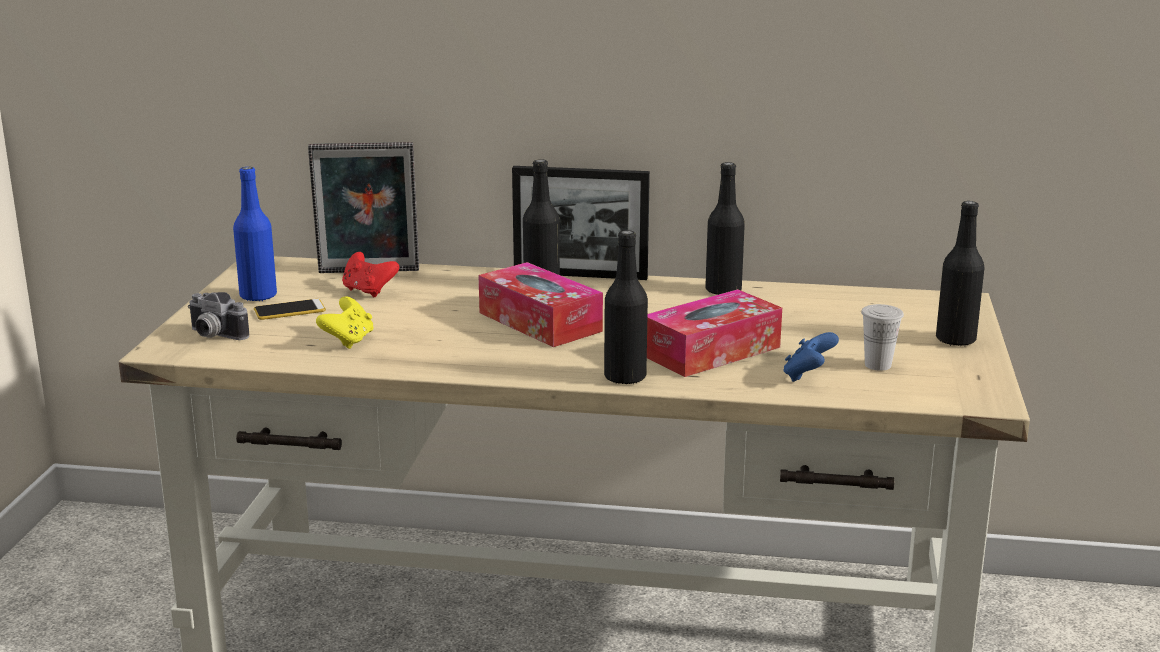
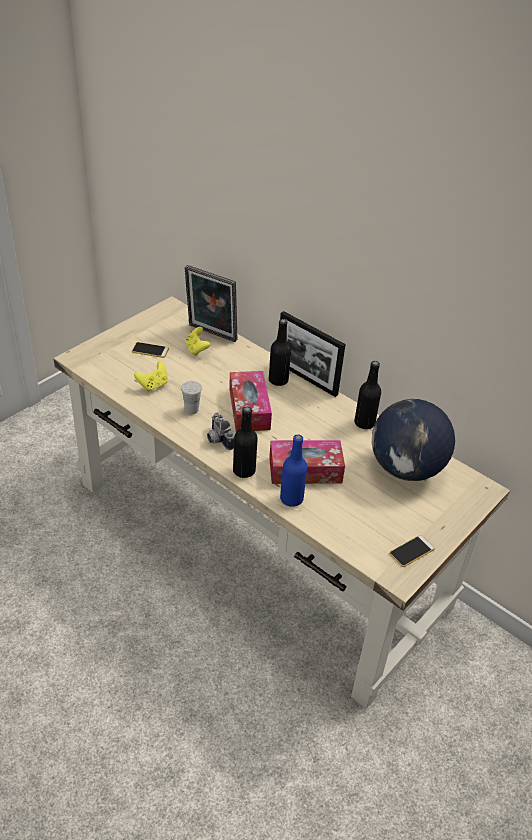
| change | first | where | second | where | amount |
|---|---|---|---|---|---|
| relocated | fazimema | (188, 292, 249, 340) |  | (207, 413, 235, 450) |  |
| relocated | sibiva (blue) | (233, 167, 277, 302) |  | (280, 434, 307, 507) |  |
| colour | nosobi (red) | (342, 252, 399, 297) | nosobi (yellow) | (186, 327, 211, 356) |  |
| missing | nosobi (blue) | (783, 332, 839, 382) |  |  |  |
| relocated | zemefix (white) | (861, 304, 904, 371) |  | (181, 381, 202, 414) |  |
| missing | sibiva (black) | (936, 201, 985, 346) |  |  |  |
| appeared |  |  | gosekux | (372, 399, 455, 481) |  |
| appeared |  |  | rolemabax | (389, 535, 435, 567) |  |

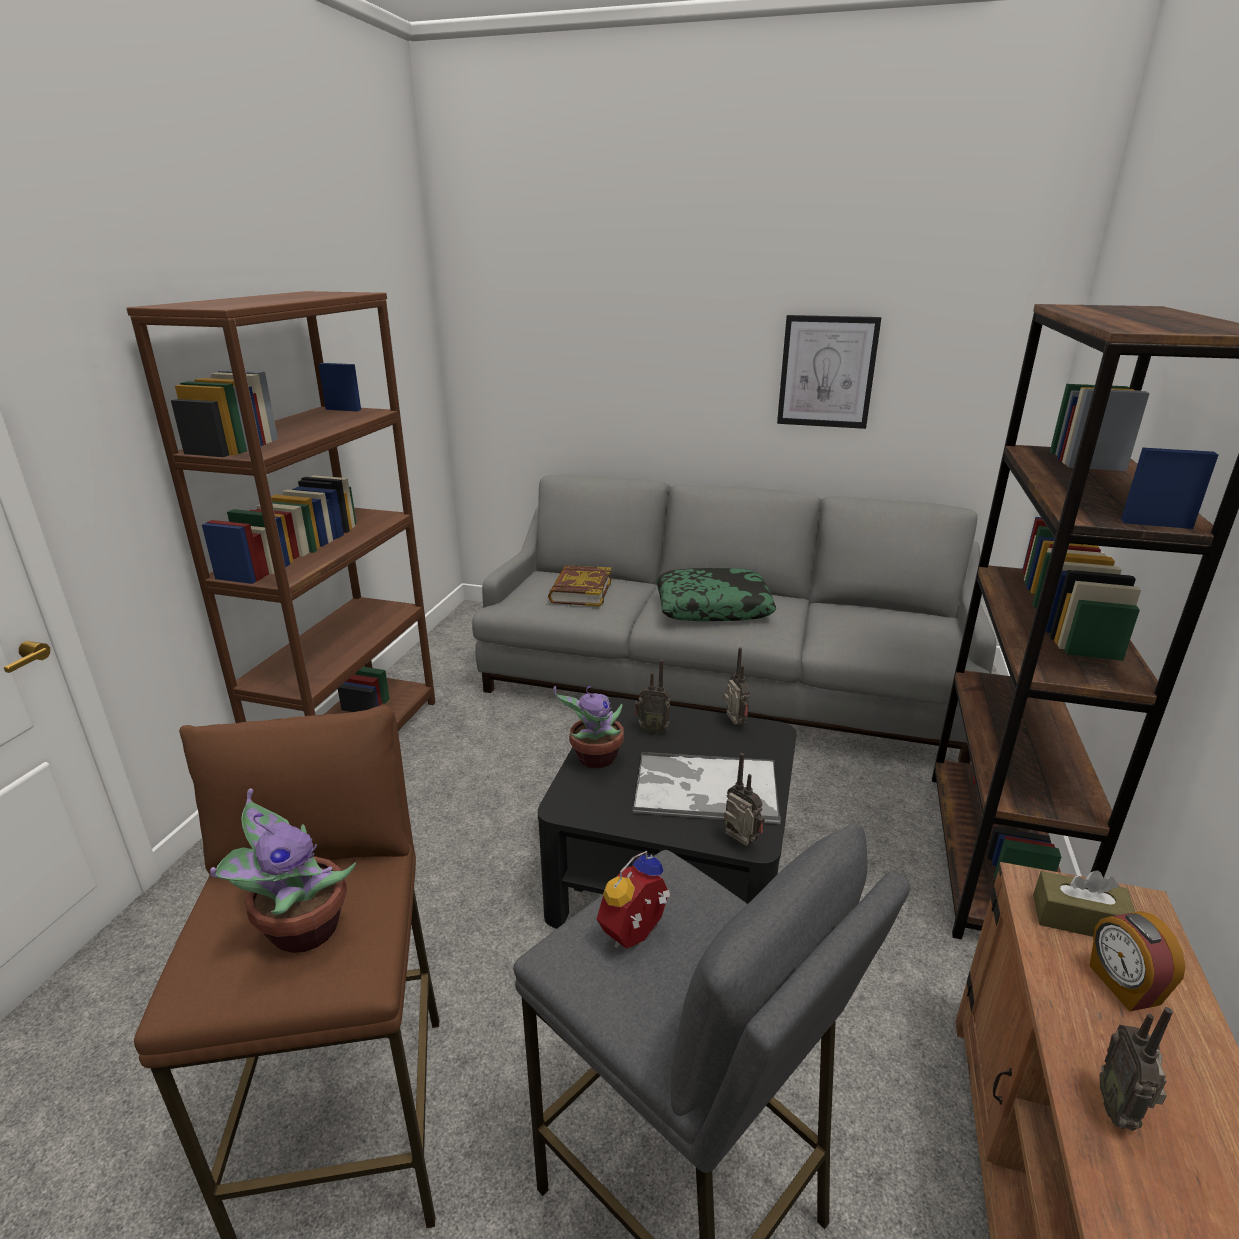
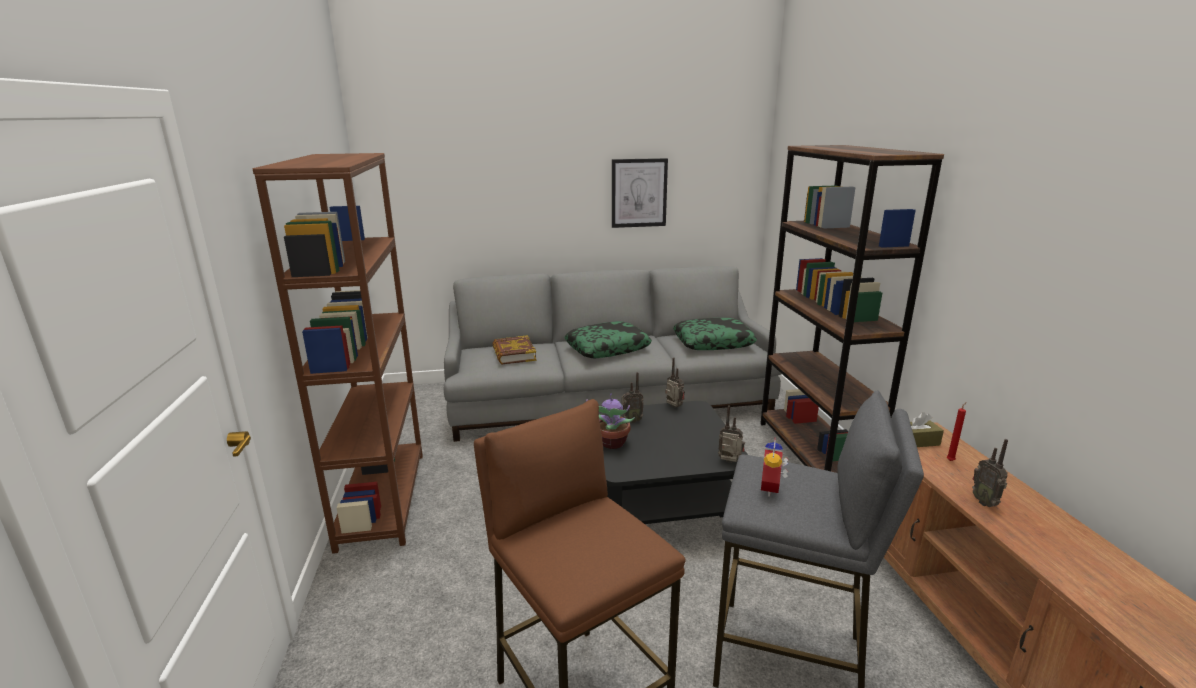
| change | first | where | second | where | amount |
|---|---|---|---|---|---|
| missing | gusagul | (210, 788, 356, 953) |  |  |  |
| missing | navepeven | (633, 752, 781, 824) |  |  |  |
| exchanged | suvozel | (1089, 911, 1186, 1011) | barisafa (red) | (947, 402, 966, 461) |  |
| appeared |  |  | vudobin | (673, 318, 757, 350) |  |

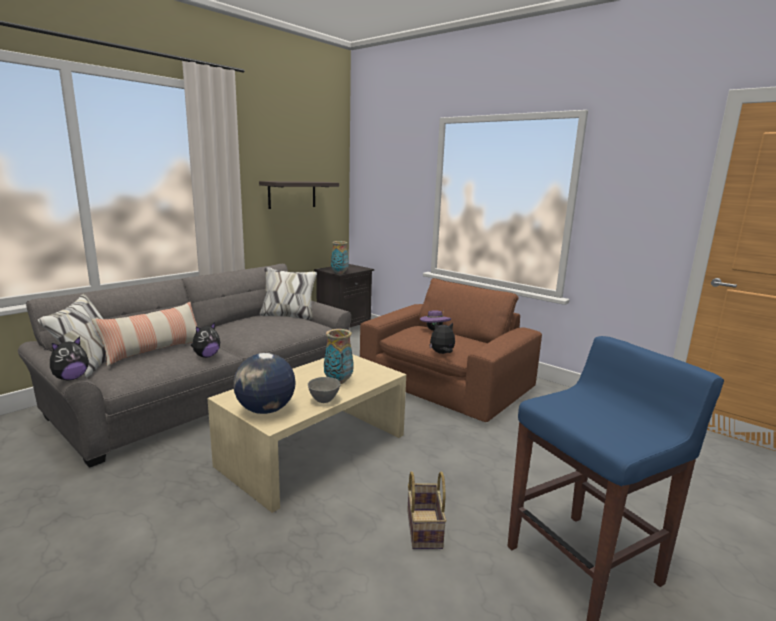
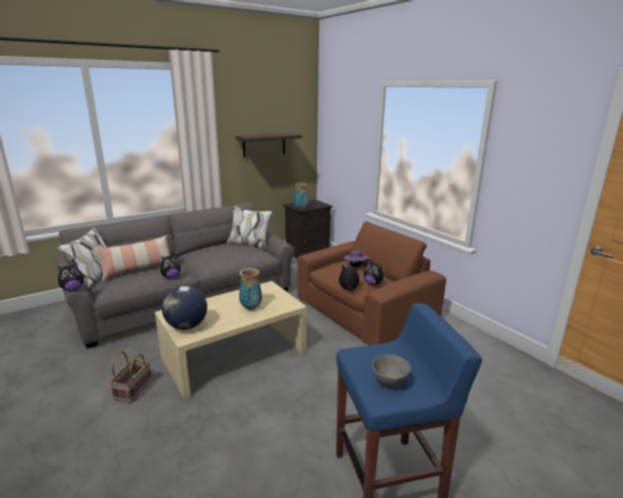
| change | first | where | second | where | amount |
|---|---|---|---|---|---|
| relocated | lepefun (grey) | (308, 377, 341, 403) |  | (373, 354, 411, 388) |  |
| relocated | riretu | (407, 472, 447, 549) |  | (109, 351, 152, 403) |  |
| appeared |  |  | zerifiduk | (364, 260, 387, 285) |  |

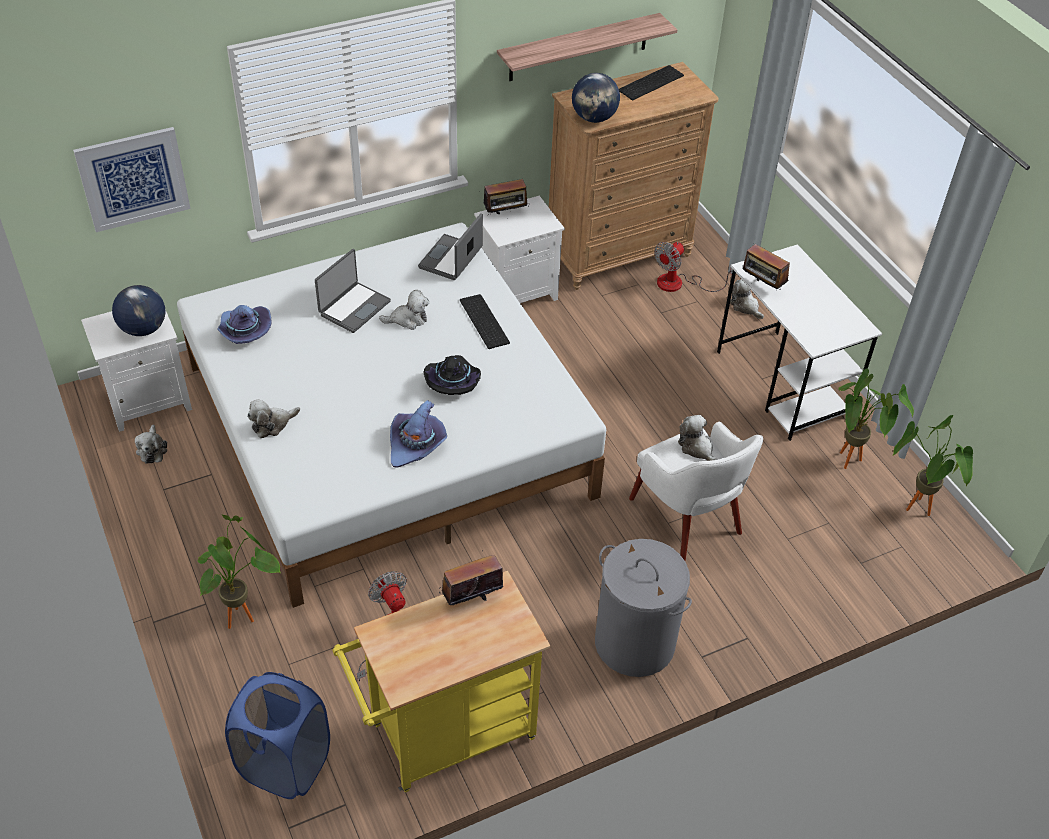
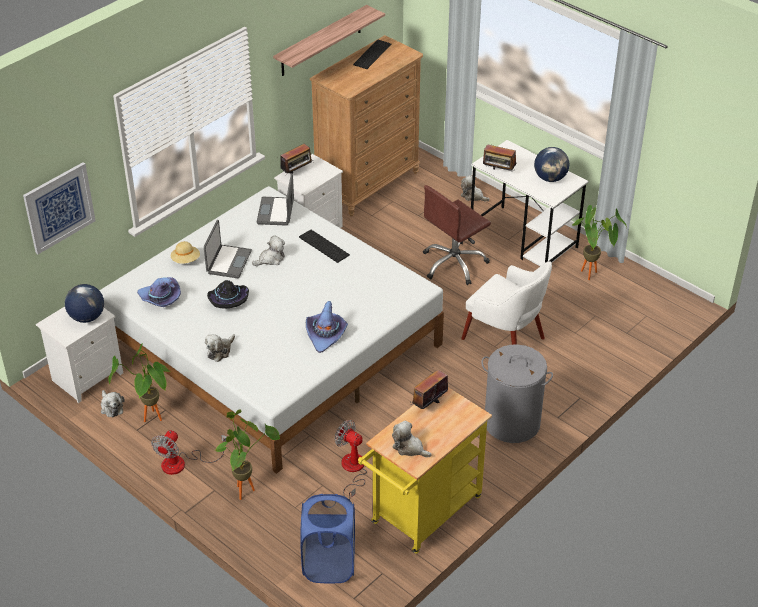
| change | first | where | second | where | amount |
|---|---|---|---|---|---|
| relocated | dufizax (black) | (423, 355, 481, 395) |  | (207, 280, 249, 309) |  |
| relocated | gosekux | (572, 73, 620, 123) |  | (534, 147, 569, 182) |  |
| relocated | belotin | (654, 242, 733, 292) |  | (151, 430, 227, 475) |  |
| relocated | zerifiduk | (678, 415, 717, 461) |  | (392, 421, 432, 457) |  |
| relocated | gusagul | (893, 415, 973, 516) |  | (108, 343, 170, 422) |  |
| appeared |  |  | dufizax (beige) | (171, 241, 200, 264) |  |
| appeared |  |  | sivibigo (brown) | (423, 185, 491, 285) |  |

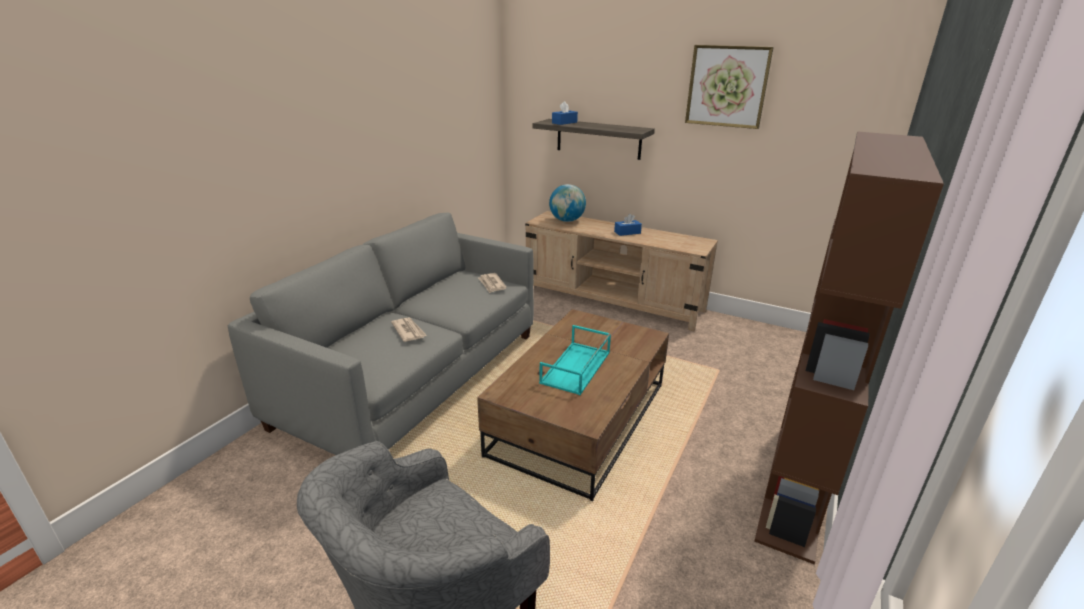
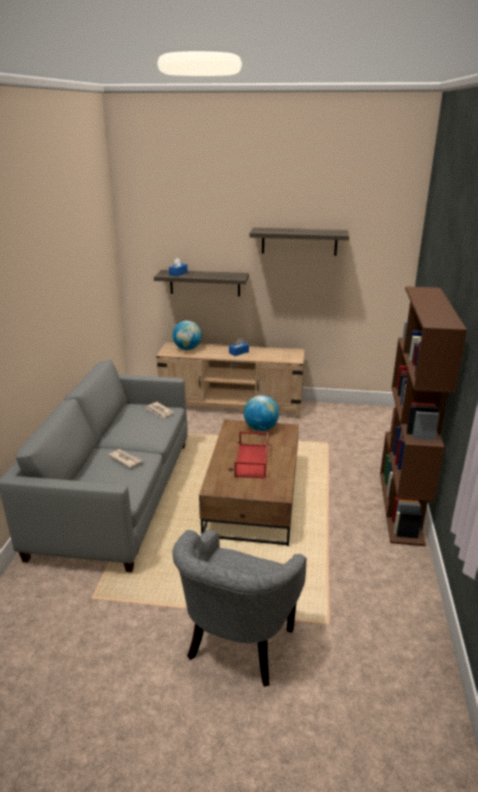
| change | first | where | second | where | amount |
|---|---|---|---|---|---|
| colour | navepeven (turquoise) | (539, 325, 611, 395) | navepeven (red) | (235, 431, 268, 479) |  |
| exchanged | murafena | (685, 45, 774, 129) | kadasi | (249, 228, 349, 256) |  |
| appeared |  |  | gosekux | (244, 395, 279, 431) |  |

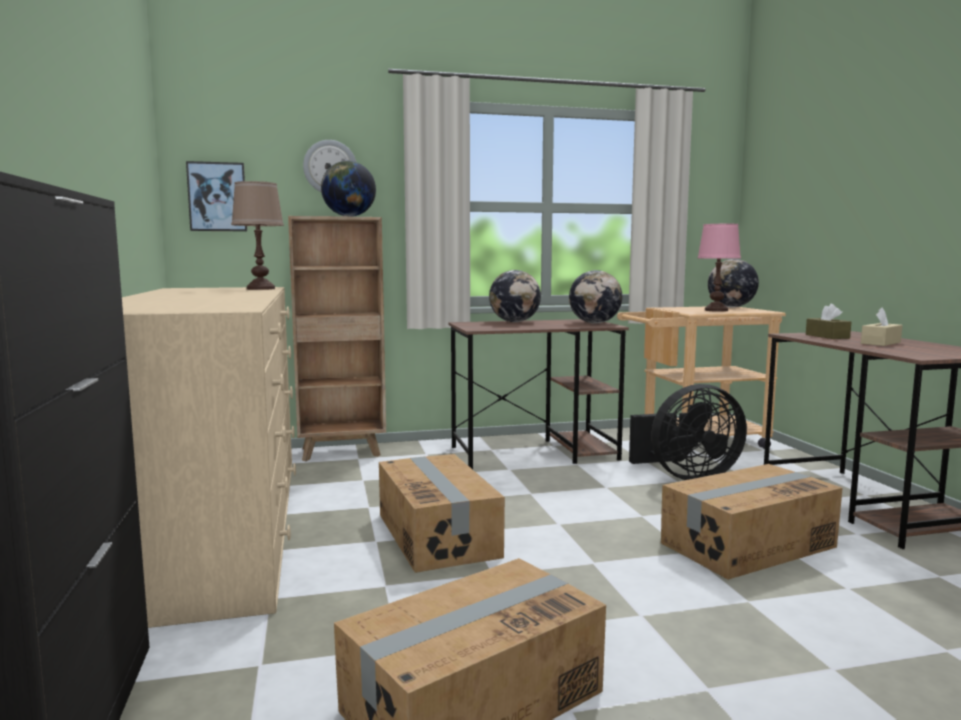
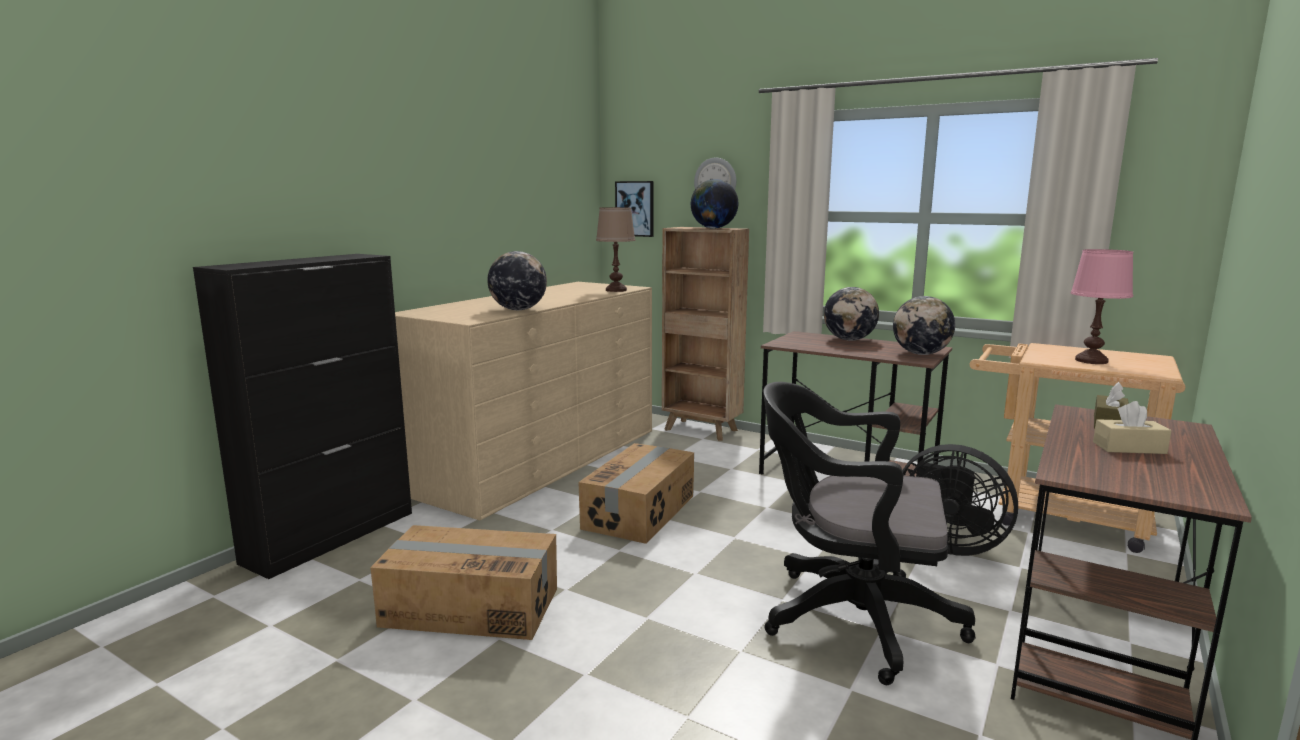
| change | first | where | second | where | amount |
|---|---|---|---|---|---|
| exchanged | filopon | (661, 464, 843, 580) | sivibigo (black) | (763, 382, 975, 685) |  |
| relocated | gosekux | (708, 259, 759, 307) |  | (487, 251, 547, 310) |  |

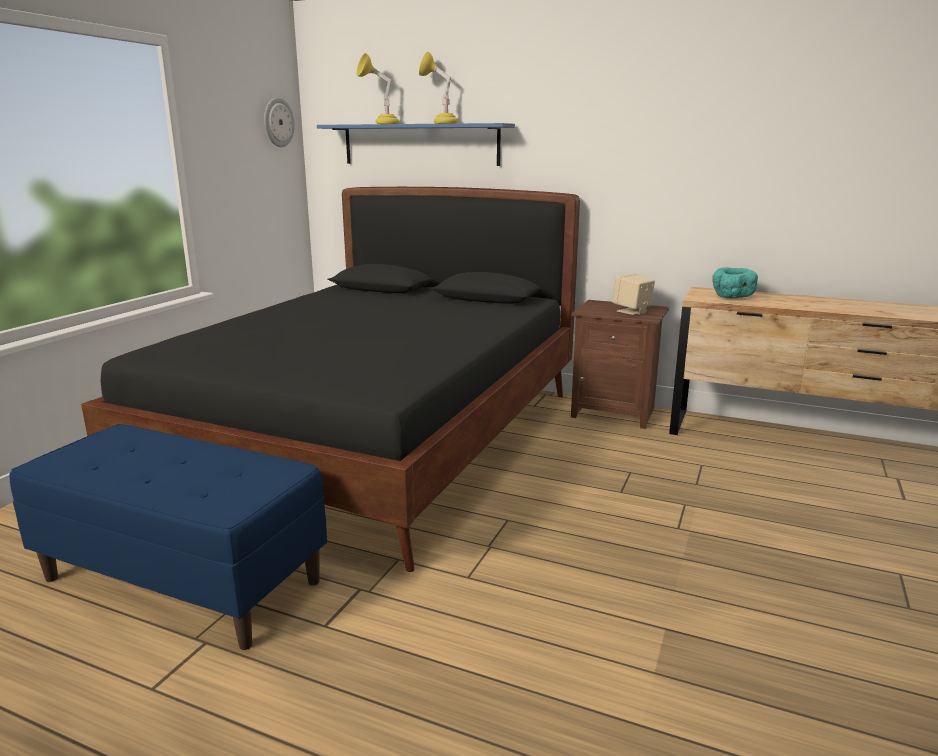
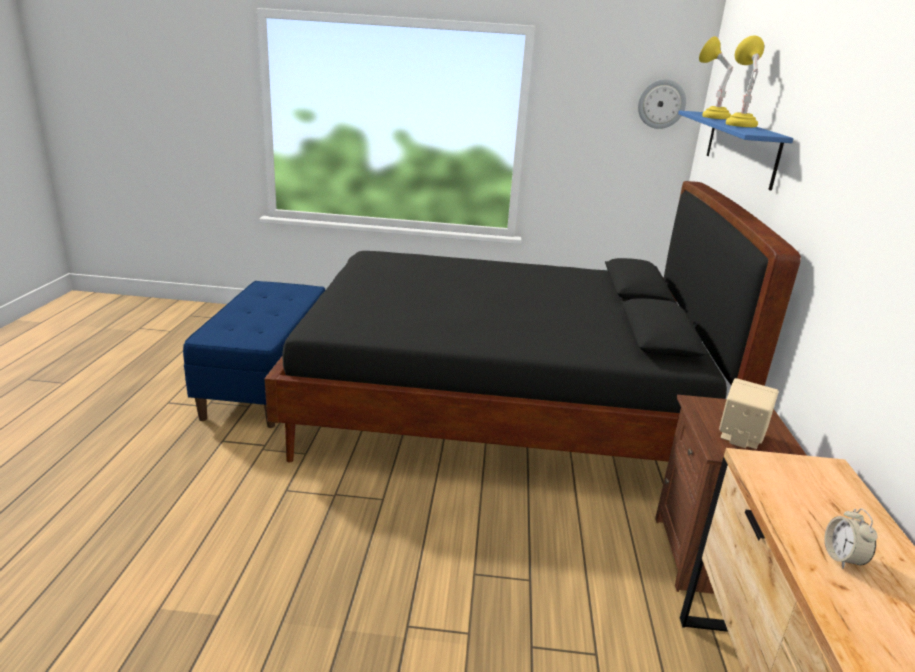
| change | first | where | second | where | amount |
|---|---|---|---|---|---|
| missing | lepefun (turquoise) | (712, 267, 758, 298) |  |  |  |
| appeared |  |  | suvozel | (825, 508, 877, 569) |  |

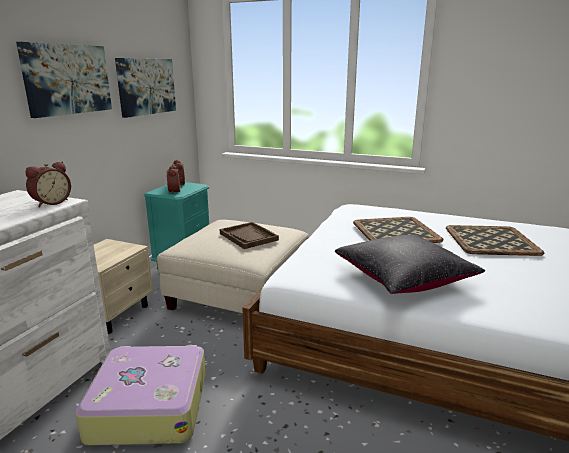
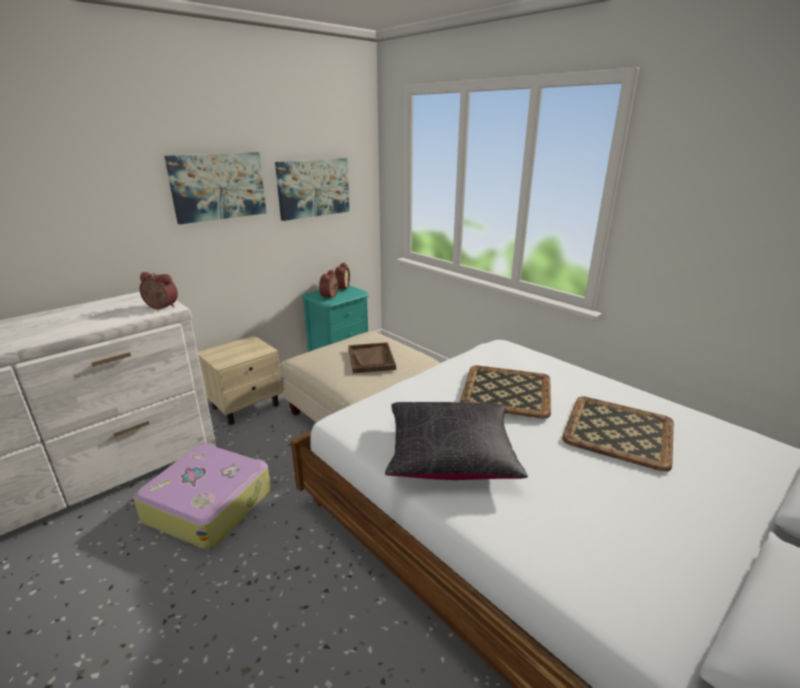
| change | first | where | second | where | amount |
|---|---|---|---|---|---|
| spun | suvozel | (25, 162, 71, 207) |  | (140, 272, 178, 309) | 135 degrees counterclockwise |

